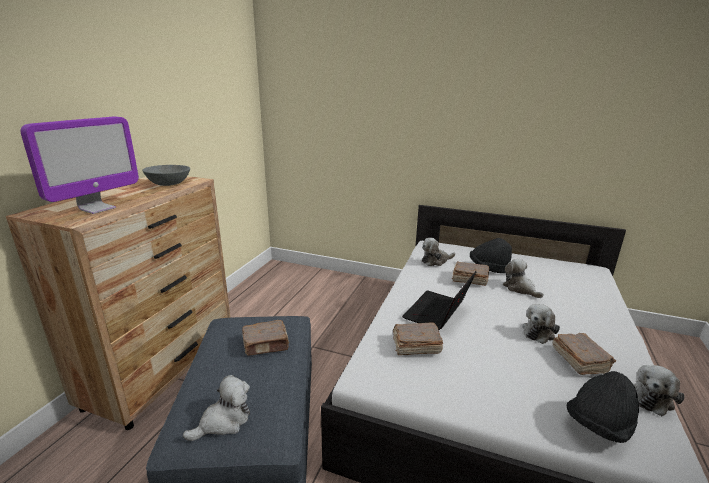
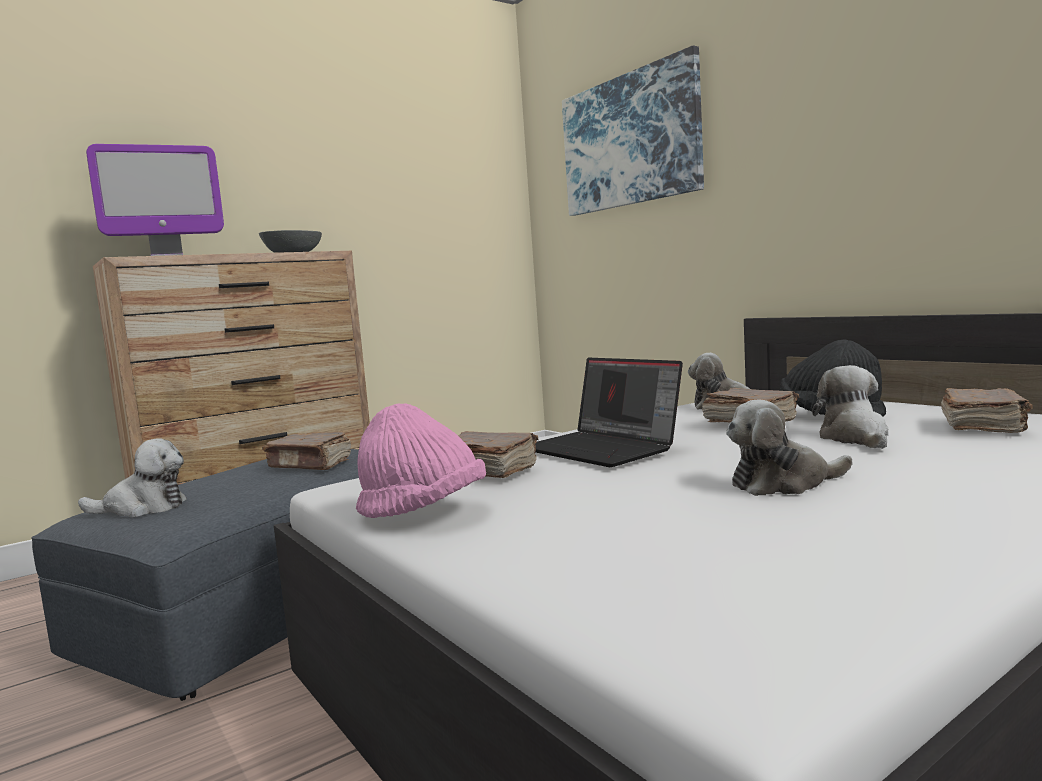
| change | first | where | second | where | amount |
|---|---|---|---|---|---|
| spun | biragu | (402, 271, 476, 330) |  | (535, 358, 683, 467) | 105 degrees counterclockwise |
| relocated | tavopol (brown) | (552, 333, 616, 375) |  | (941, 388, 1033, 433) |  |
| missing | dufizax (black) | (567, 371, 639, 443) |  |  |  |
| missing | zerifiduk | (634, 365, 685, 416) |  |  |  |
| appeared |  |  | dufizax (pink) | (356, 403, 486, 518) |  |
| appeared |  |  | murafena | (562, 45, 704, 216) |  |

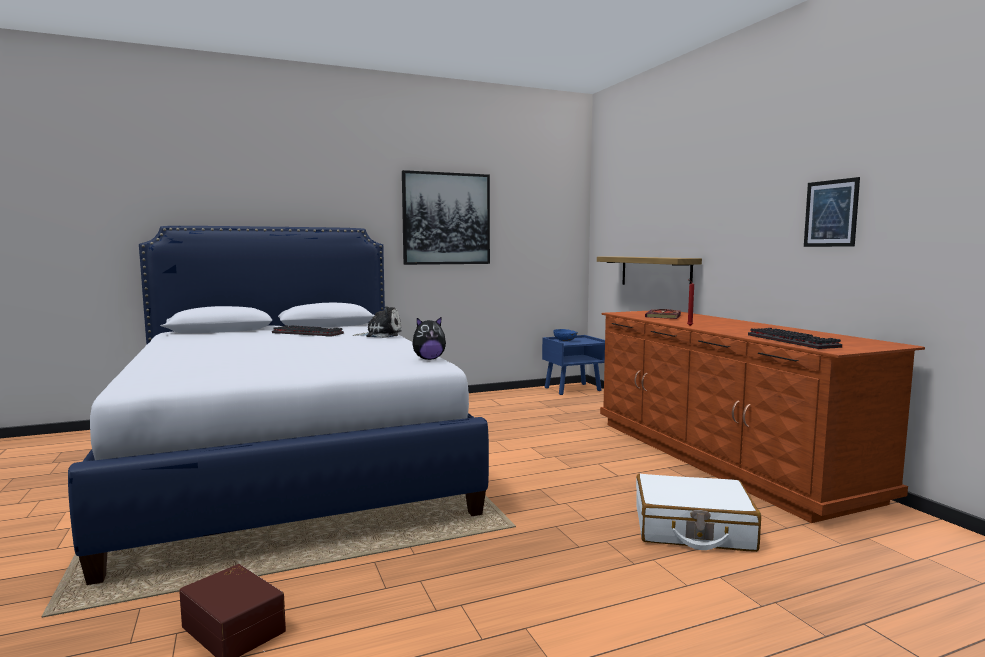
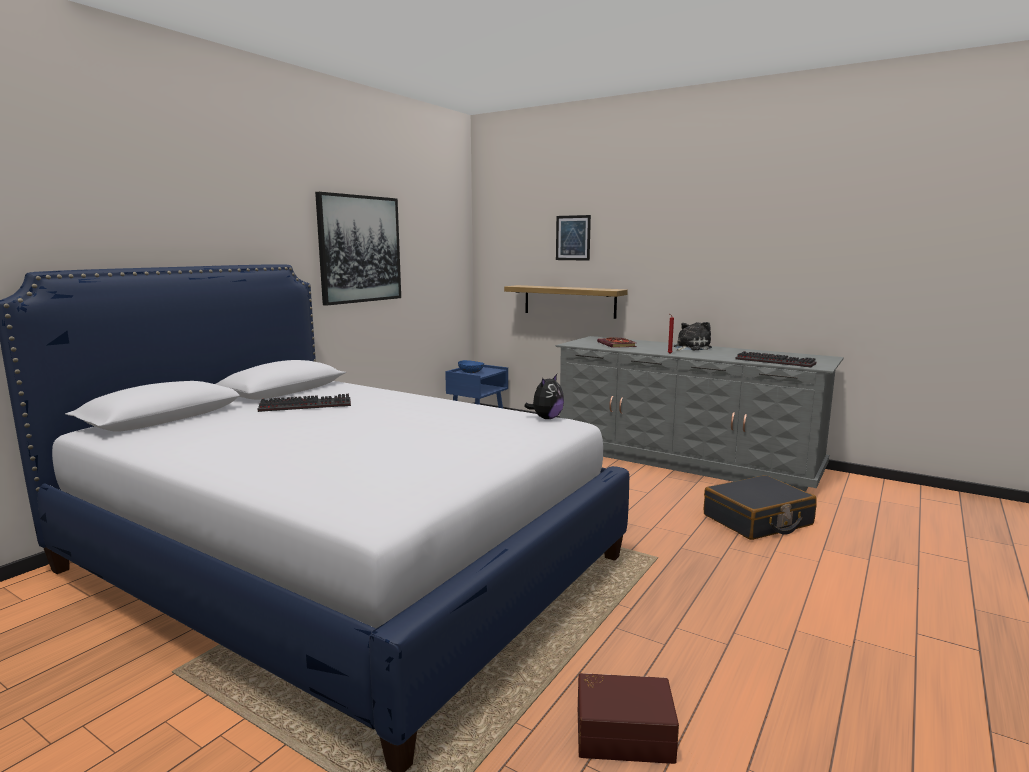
| change | first | where | second | where | amount |
|---|---|---|---|---|---|
| relocated | zerifiduk | (352, 306, 402, 338) |  | (674, 322, 712, 351) |  |
| colour | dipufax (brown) | (600, 311, 925, 523) | dipufax (grey) | (555, 336, 844, 492) |  |
| colour | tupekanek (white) | (636, 474, 761, 552) | tupekanek (black) | (704, 475, 817, 540) |  |
| relocated | murafena | (804, 177, 860, 247) |  | (556, 215, 591, 261) |  |

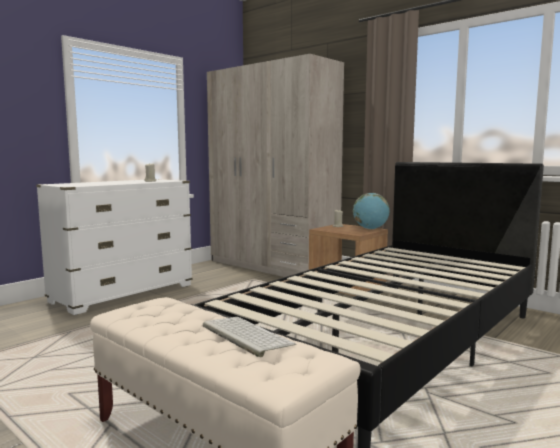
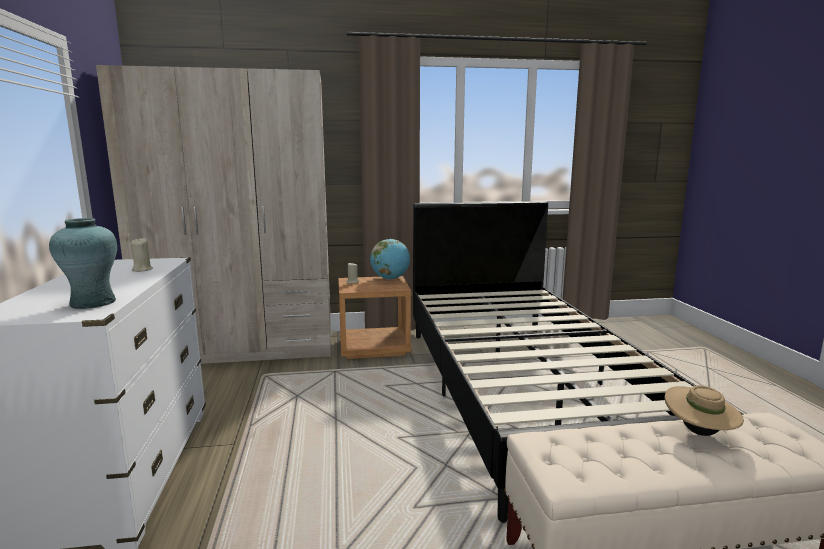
| change | first | where | second | where | amount |
|---|---|---|---|---|---|
| exchanged | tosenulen | (202, 317, 296, 357) | dufizax (beige) | (665, 385, 744, 436) |  |
| appeared |  |  | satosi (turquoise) | (49, 218, 117, 309) |  |

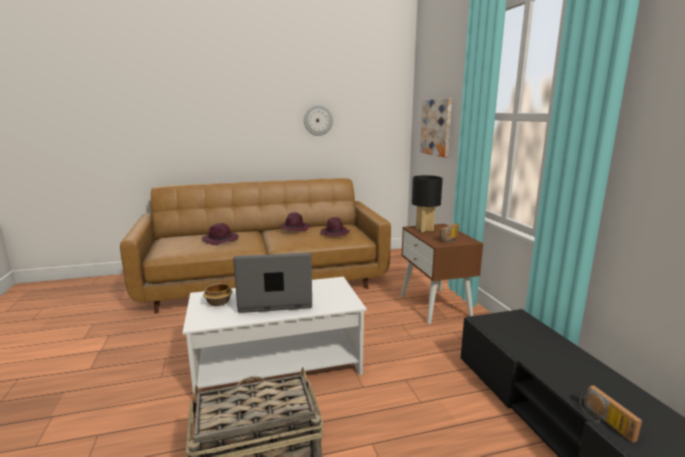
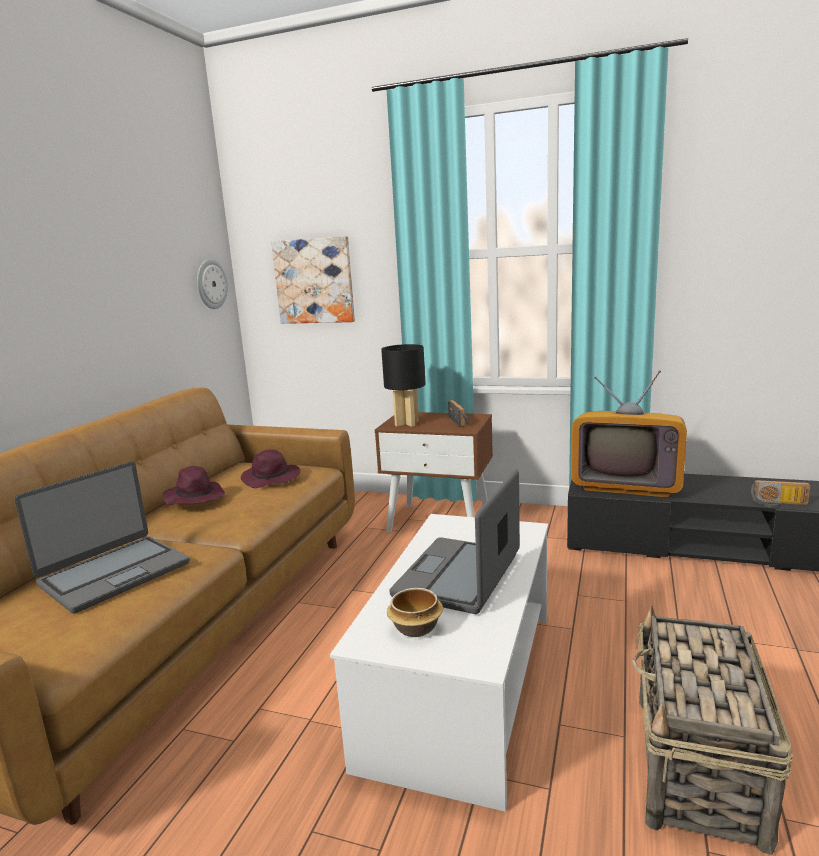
| change | first | where | second | where | amount |
|---|---|---|---|---|---|
| exchanged | dufizax (purple) | (202, 223, 239, 245) | biragu | (14, 462, 190, 614) |  |
| relocated | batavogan | (304, 105, 333, 136) |  | (197, 259, 228, 309) |  |
| appeared |  |  | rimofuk | (571, 370, 687, 497) |  |

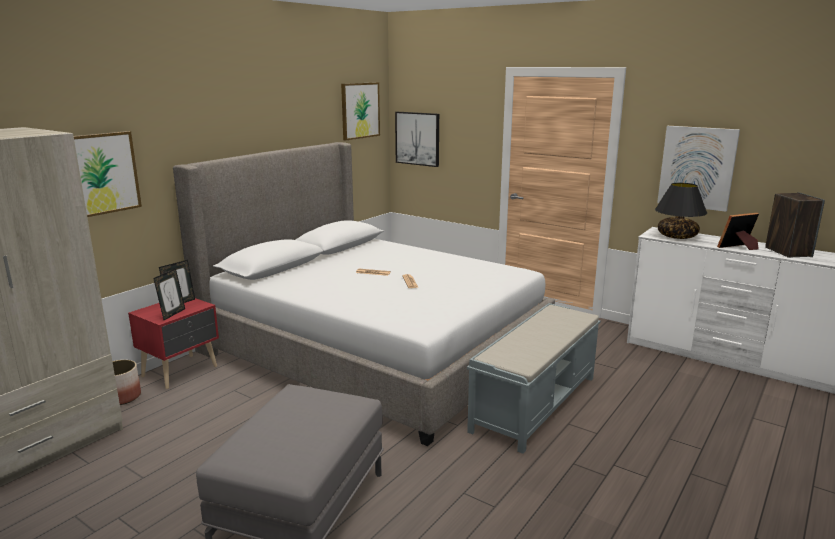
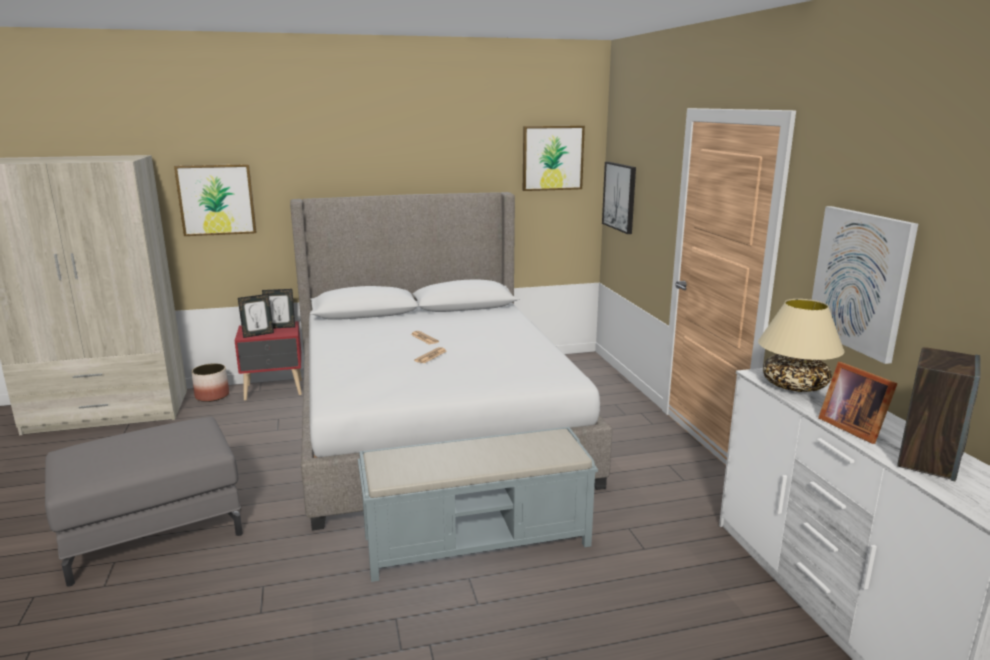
| change | first | where | second | where | amount |
|---|---|---|---|---|---|
| colour | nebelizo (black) | (655, 183, 707, 239) | nebelizo (beige) | (758, 299, 844, 392) |  |
| spun | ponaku | (717, 213, 759, 250) |  | (818, 362, 898, 444) | 135 degrees counterclockwise |

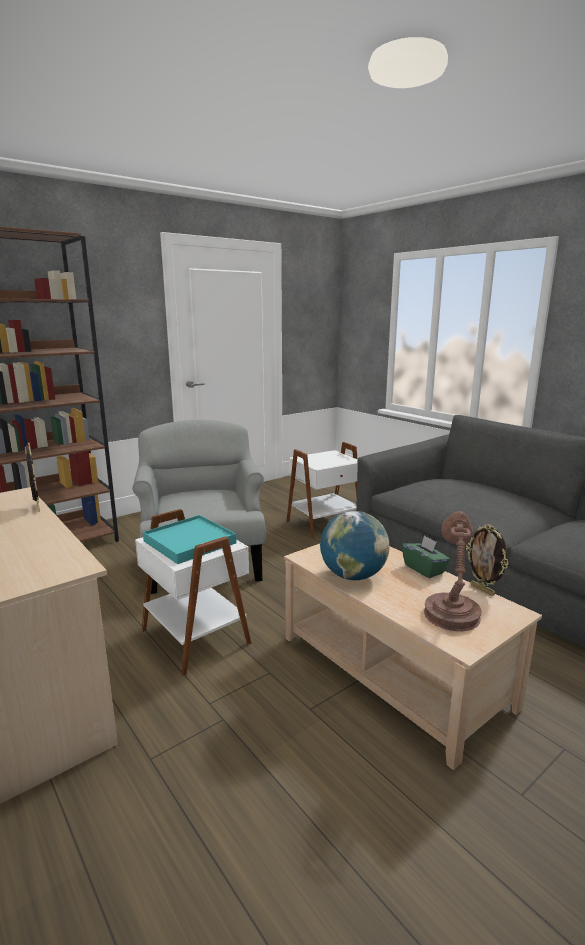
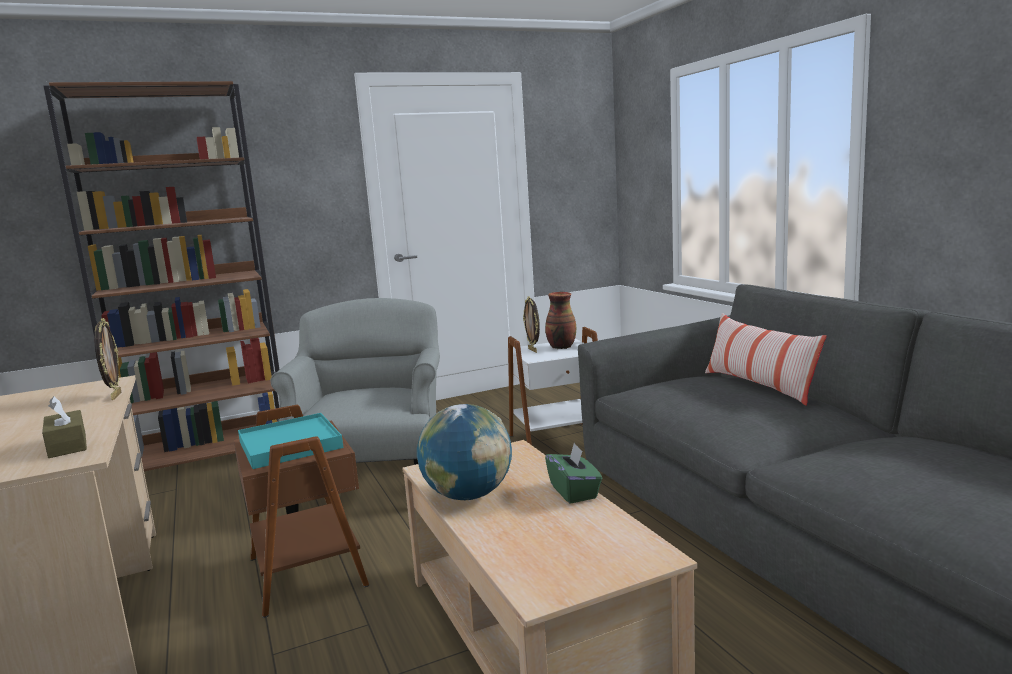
| change | first | where | second | where | amount |
|---|---|---|---|---|---|
| colour | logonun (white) | (135, 509, 251, 676) | logonun (brown) | (234, 405, 369, 618) |  |
| missing | nebelizo (brown) | (424, 511, 481, 631) |  |  |  |
| relocated | ponaku | (466, 524, 509, 596) |  | (523, 297, 540, 353) |  |
| appeared |  |  | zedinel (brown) | (42, 396, 87, 458) |  |
| appeared |  |  | satosi | (545, 292, 576, 349) |  |
| appeared |  |  | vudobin | (705, 313, 826, 405) |  |

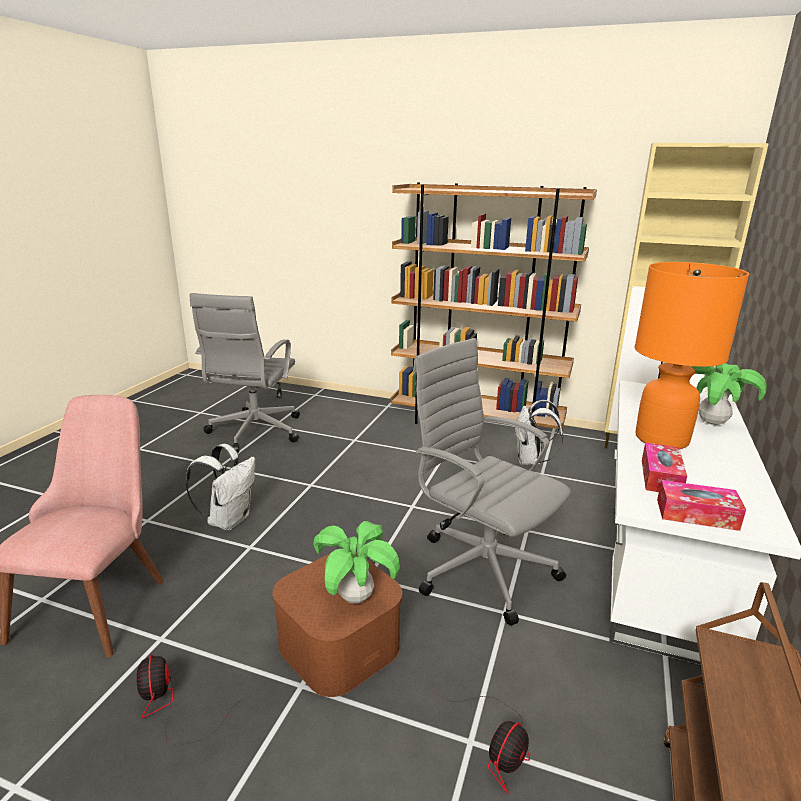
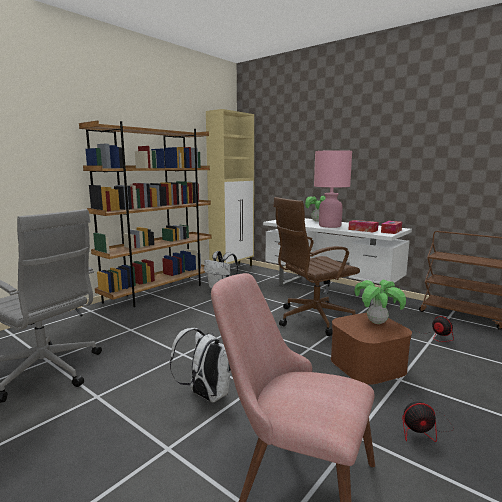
| change | first | where | second | where | amount |
|---|---|---|---|---|---|
| colour | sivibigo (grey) | (413, 338, 571, 626) | sivibigo (brown) | (273, 197, 360, 336) |  |
| colour | nebelizo (orange) | (635, 262, 749, 449) | nebelizo (pink) | (314, 150, 352, 228) |  |

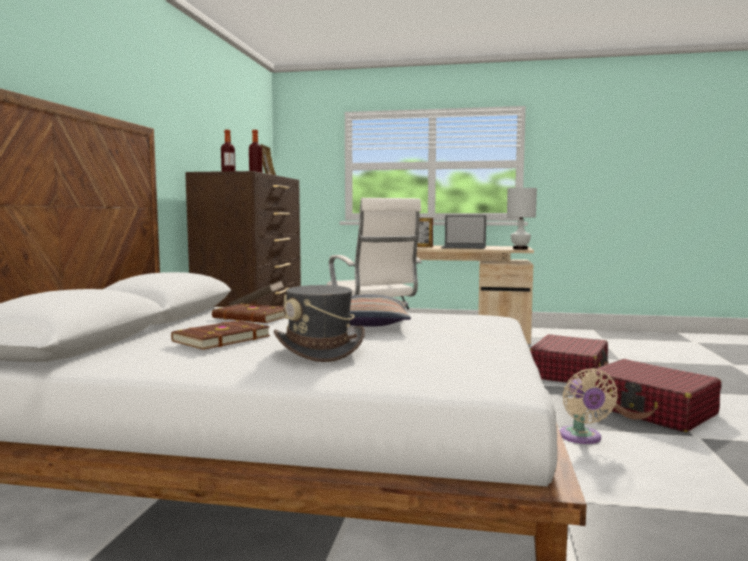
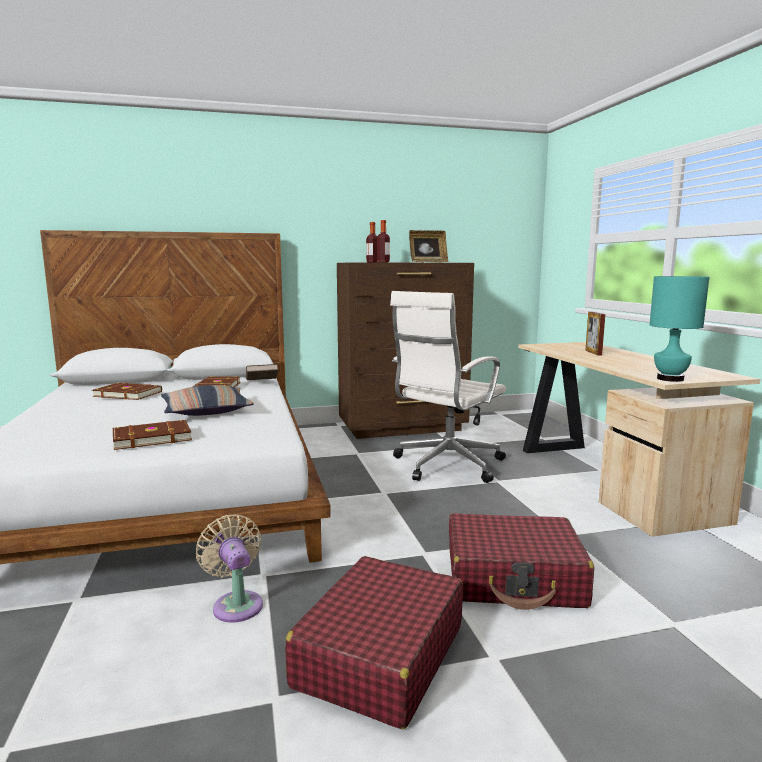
| change | first | where | second | where | amount |
|---|---|---|---|---|---|
| missing | dufizax (grey) | (274, 285, 365, 362) |  |  |  |
| missing | biragu | (441, 215, 486, 249) |  |  |  |
| colour | nebelizo (white) | (507, 188, 537, 249) | nebelizo (turquoise) | (650, 276, 709, 382) |  |
| spun | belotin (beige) | (559, 368, 618, 444) |  | (196, 514, 263, 623) | 90 degrees clockwise |
| appeared |  |  | tavopol (brown) | (113, 420, 192, 450) |  |

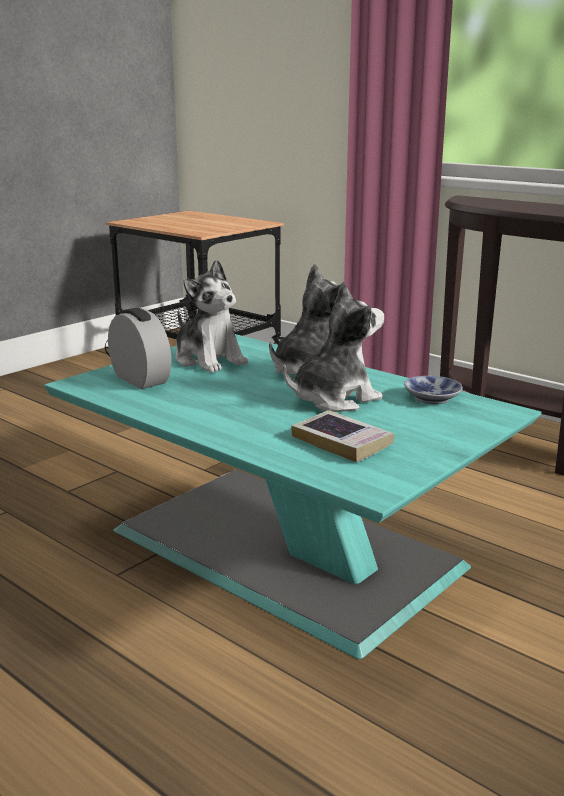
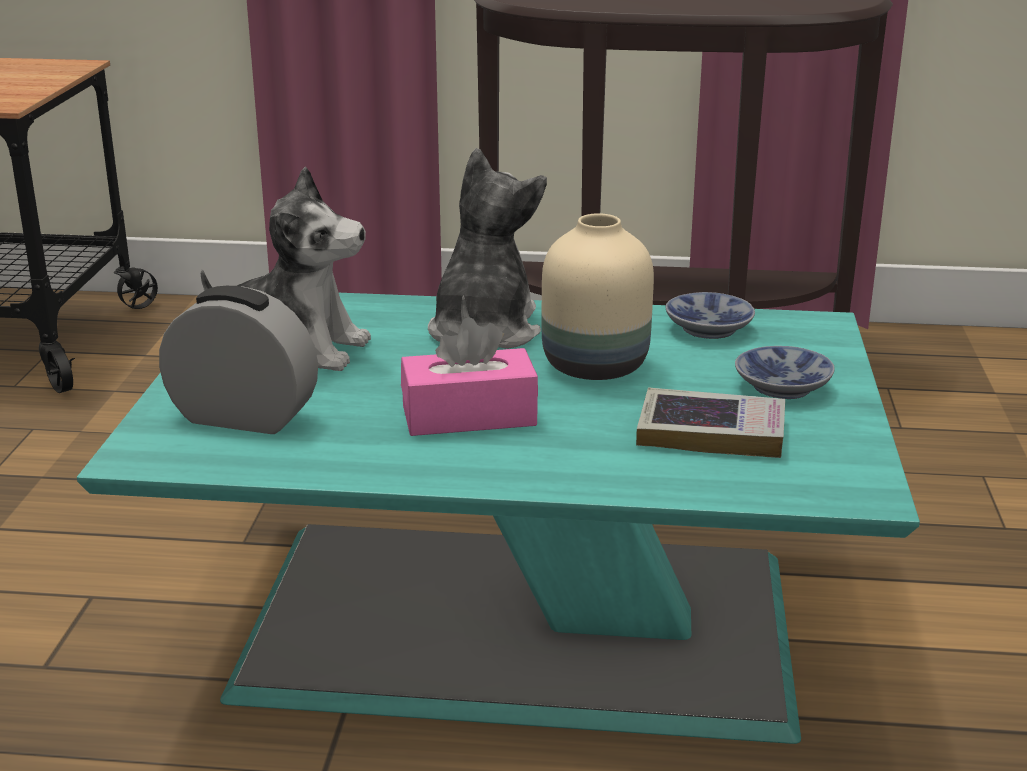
| change | first | where | second | where | amount |
|---|---|---|---|---|---|
| exchanged | zerifiduk | (283, 282, 384, 412) | satosi (beige) | (542, 213, 654, 380) |  |
| appeared |  |  | zedinel (pink) | (401, 317, 538, 436) |  |
| appeared |  |  | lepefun | (735, 346, 835, 399) |  |

